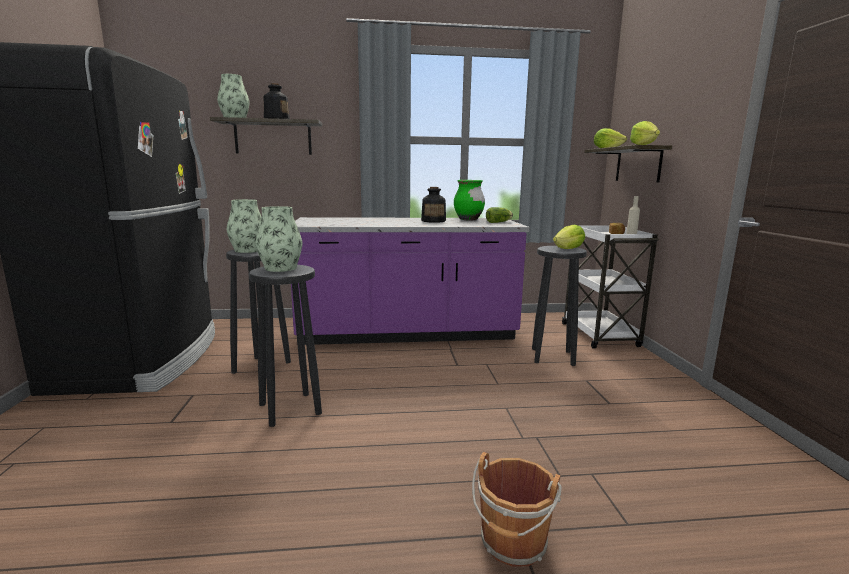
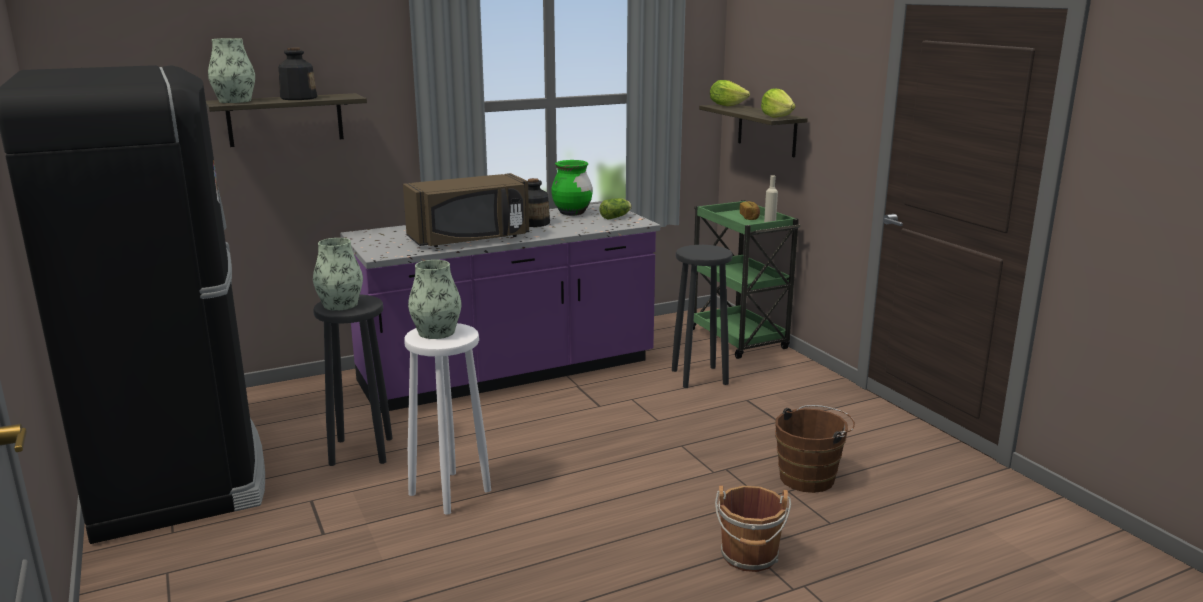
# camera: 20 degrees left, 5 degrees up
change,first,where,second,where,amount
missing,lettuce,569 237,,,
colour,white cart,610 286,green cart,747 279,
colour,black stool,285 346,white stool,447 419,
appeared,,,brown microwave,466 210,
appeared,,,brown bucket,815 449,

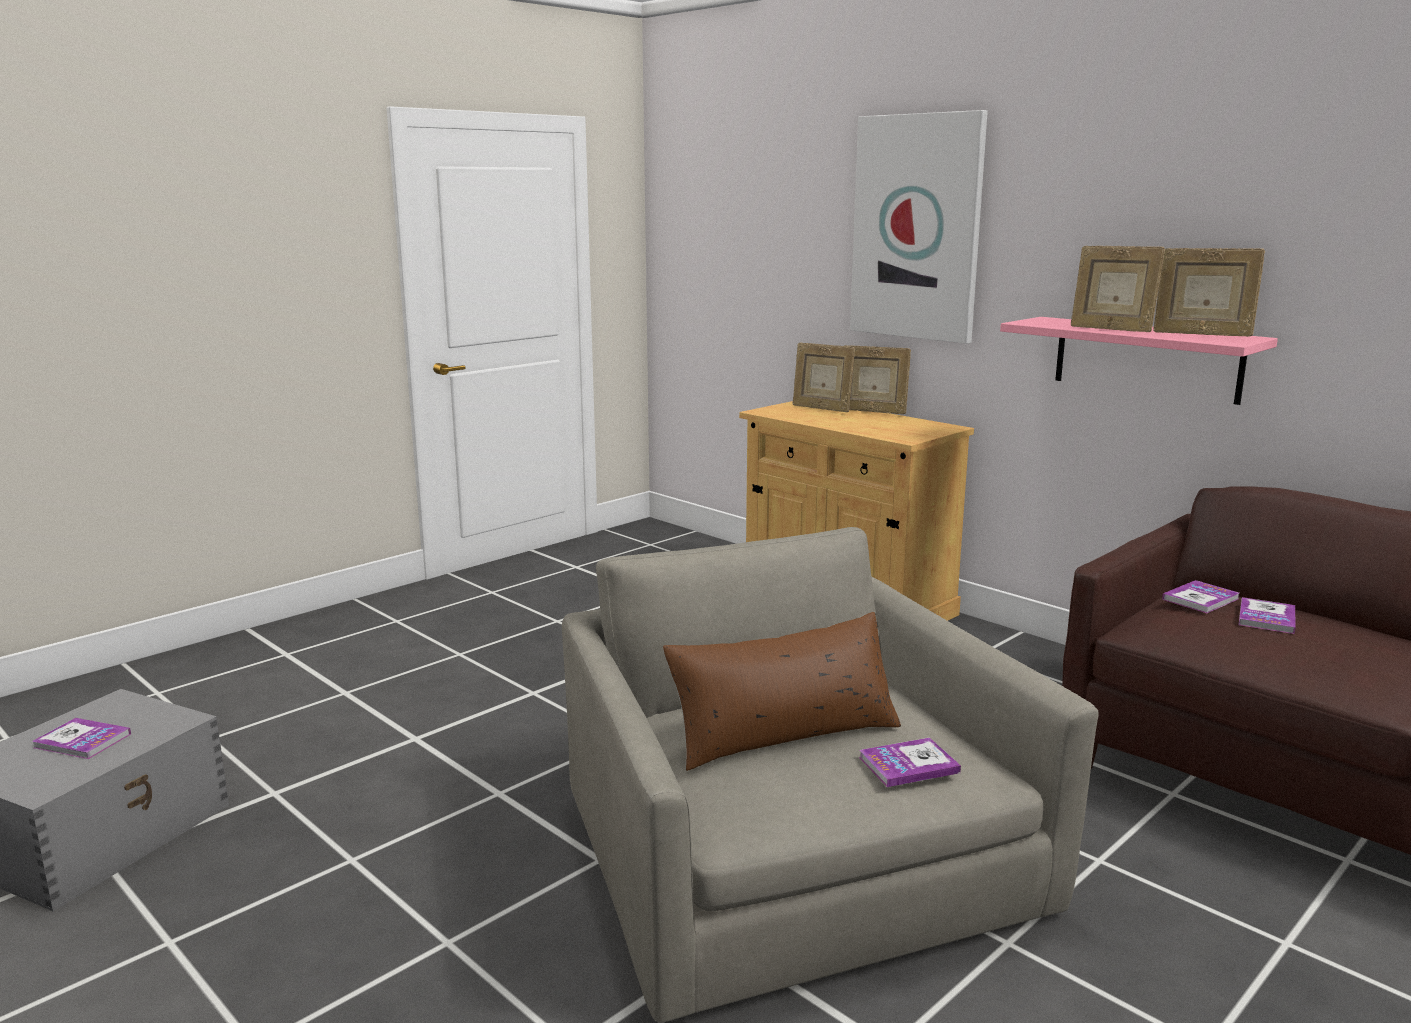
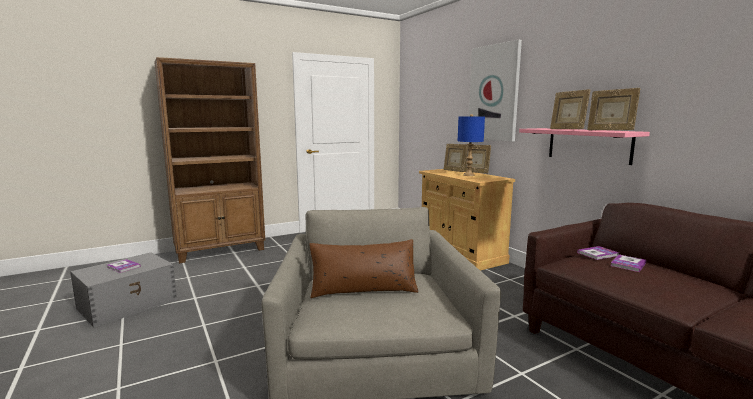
# camera: 15 degrees right, 5 degrees down
change,first,where,second,where,amount
missing,book,910 762,,,
appeared,,,brown bookcase,209 160,
appeared,,,blue table lamp,471 145,

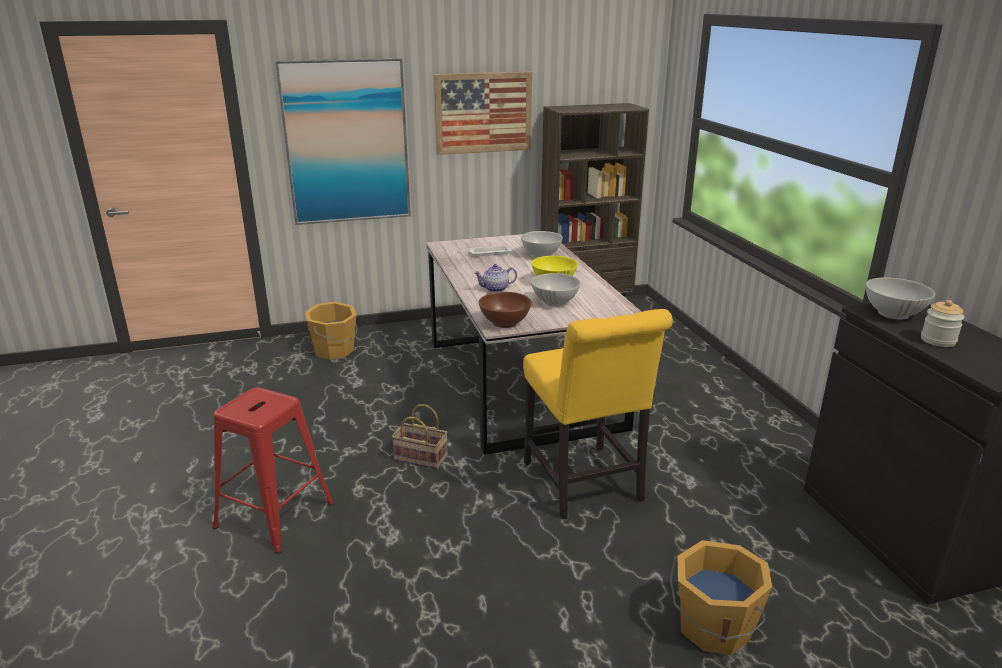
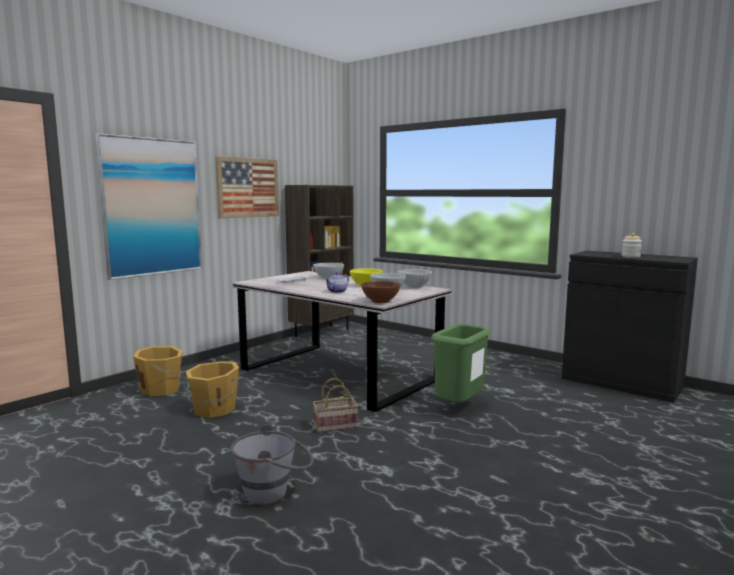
# camera: 35 degrees left, 15 degrees down
change,first,where,second,where,amount
relocated,white bowl,900 298,,415 278,
exchanged,yellow chair,598 414,green trash can,461 363,
exchanged,red stool,273 470,grey bucket,272 464,
relocated,orange bucket,721 597,,211 389,

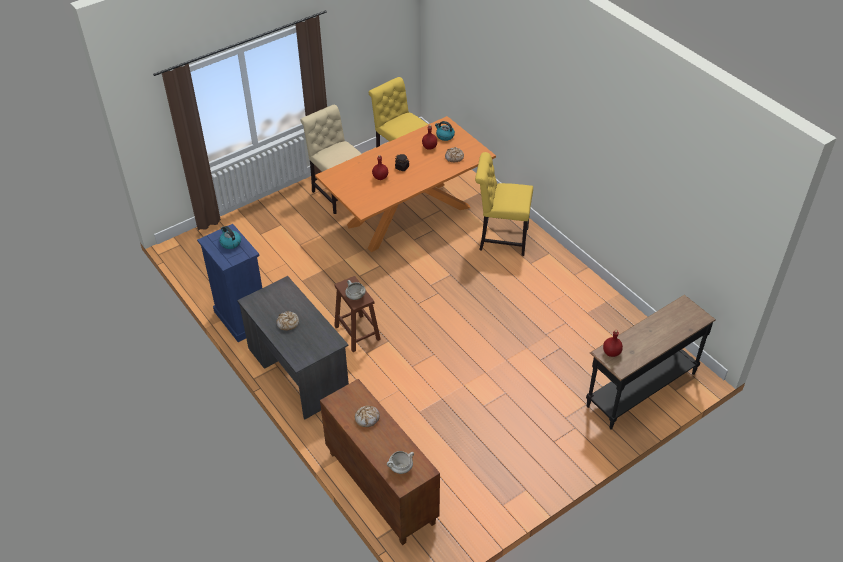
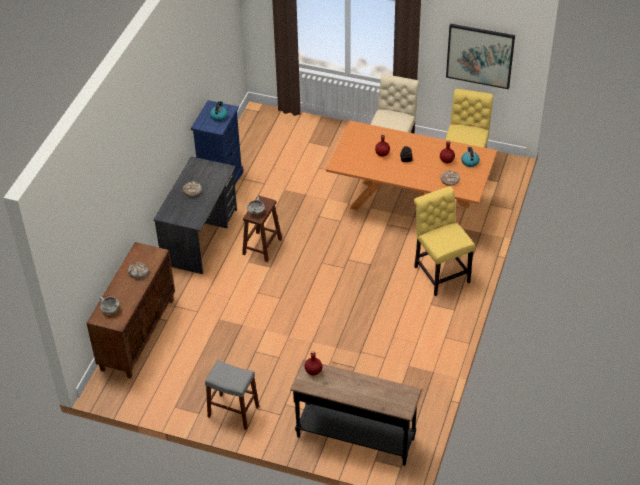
# camera: 55 degrees right, 0 degrees up
change,first,where,second,where,amount
appeared,,,picture,480 56,
appeared,,,grey stool,232 395,

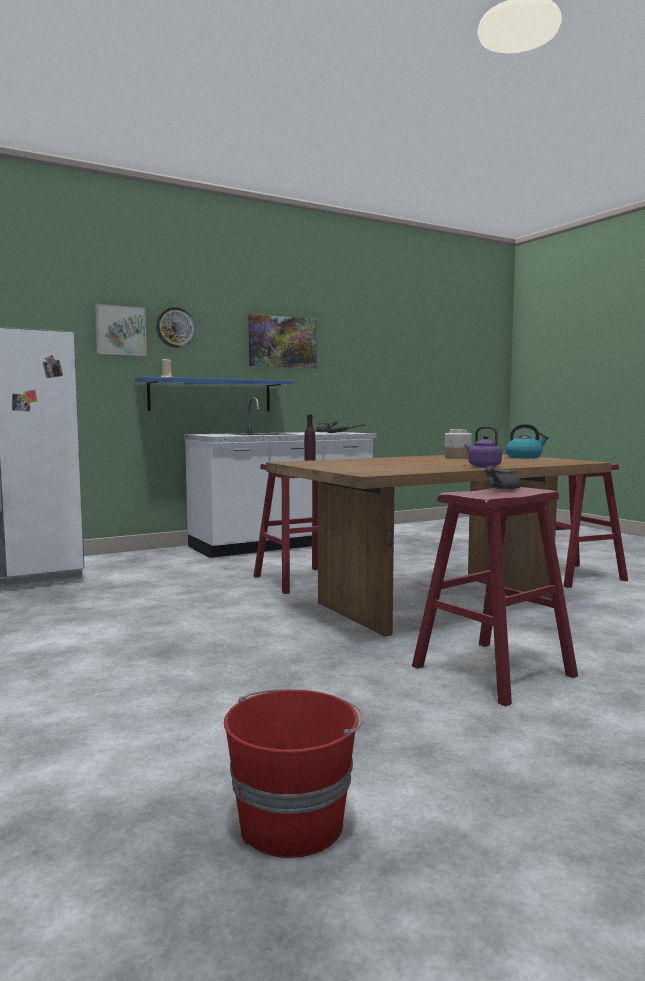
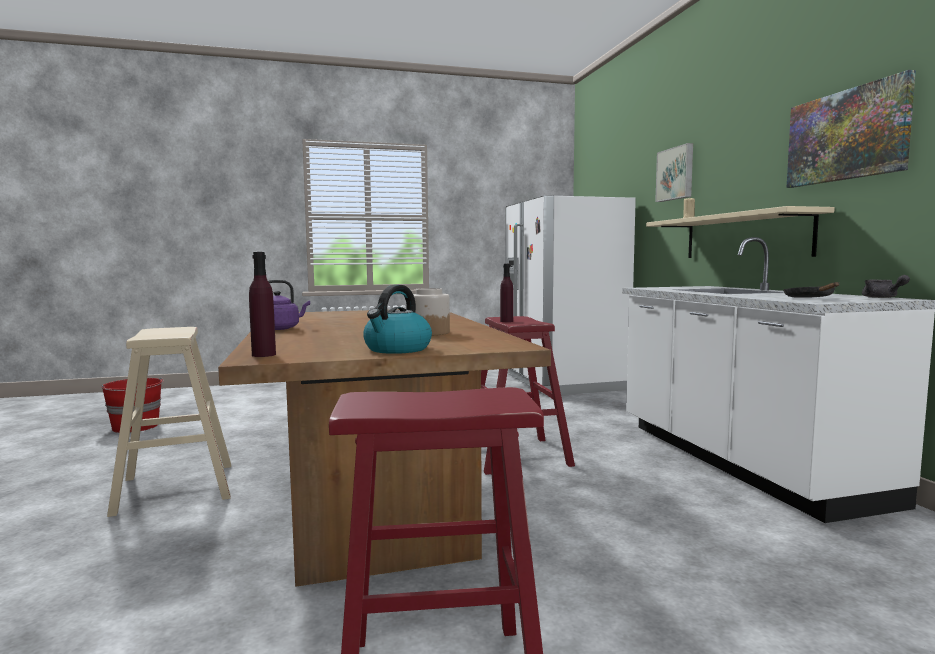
# camera: 105 degrees right, 0 degrees up
change,first,where,second,where,amount
missing,wall clock,176 327,,,
colour,blue shelf,214 394,beige shelf,740 232,
missing,grey teapot,502 478,,,
colour,red stool,495 597,beige stool,169 422,
appeared,,,purple bottle,262 304,

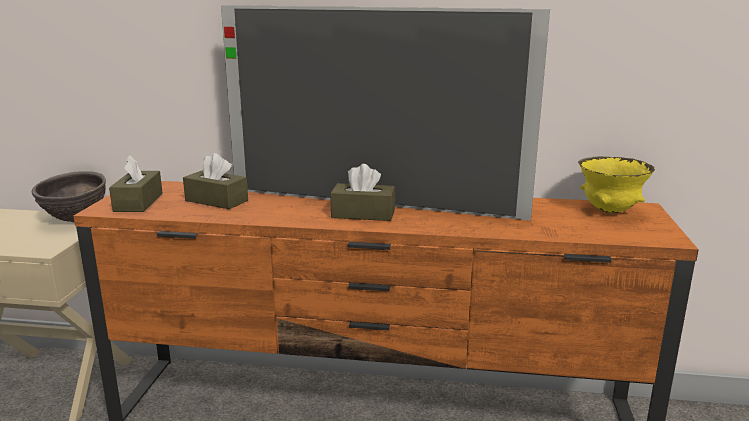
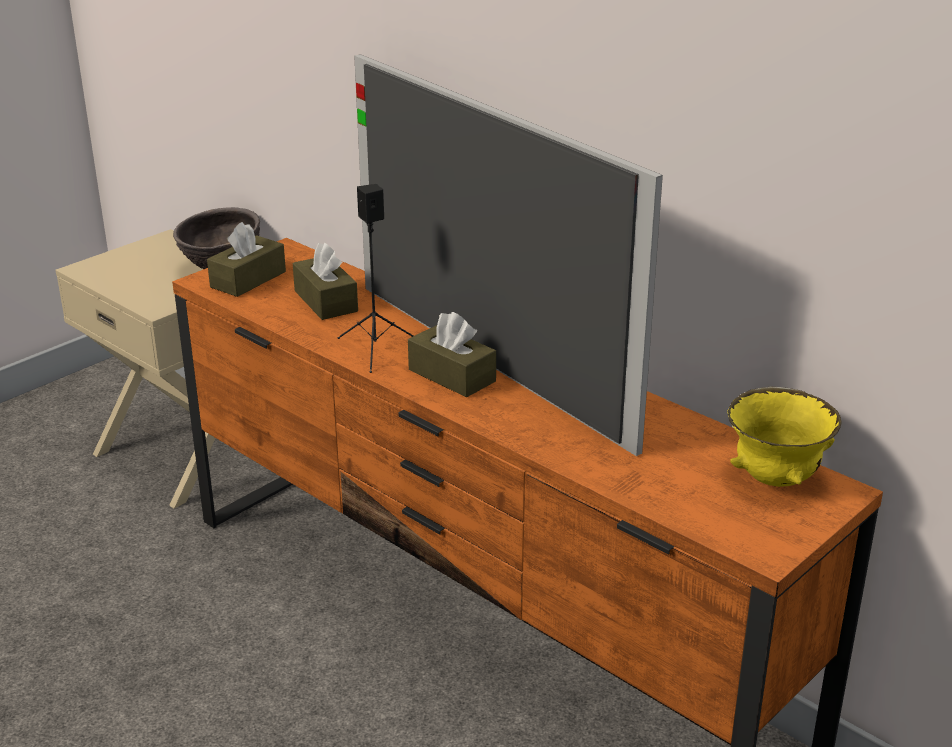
# camera: 35 degrees right, 10 degrees up
change,first,where,second,where,amount
appeared,,,black speaker,375 278,

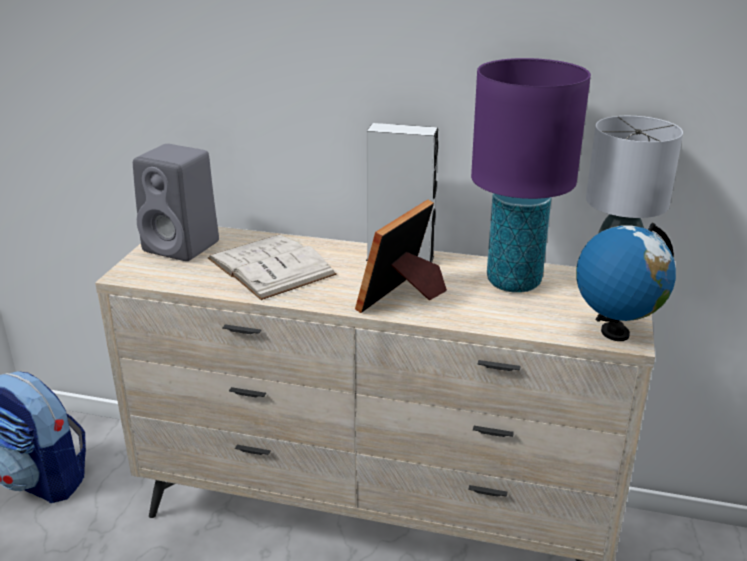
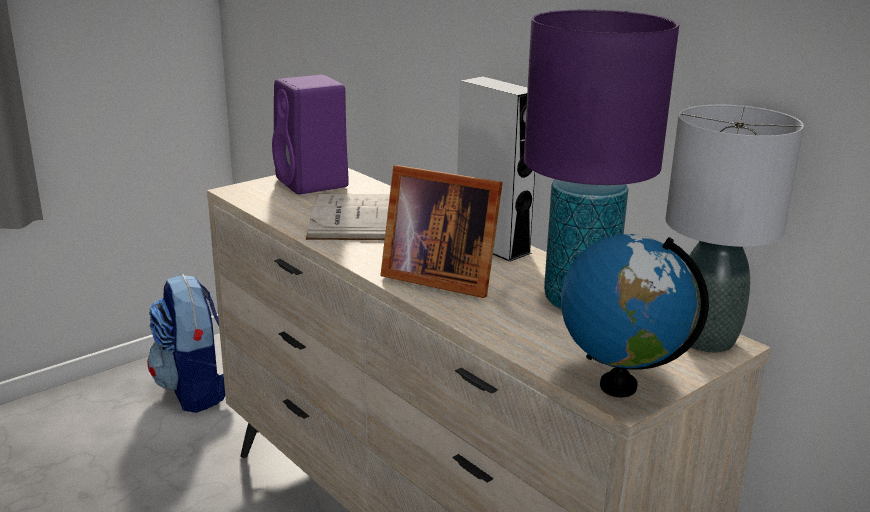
# camera: 35 degrees right, 5 degrees down
change,first,where,second,where,amount
colour,grey speaker,176 202,purple speaker,310 134,
spun,picture frame,401 256,,441 231,135 degrees counterclockwise

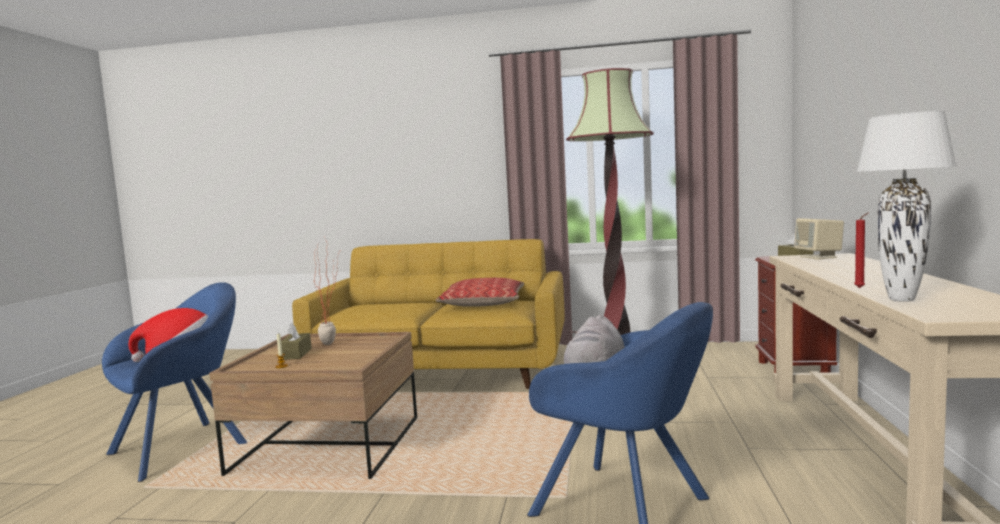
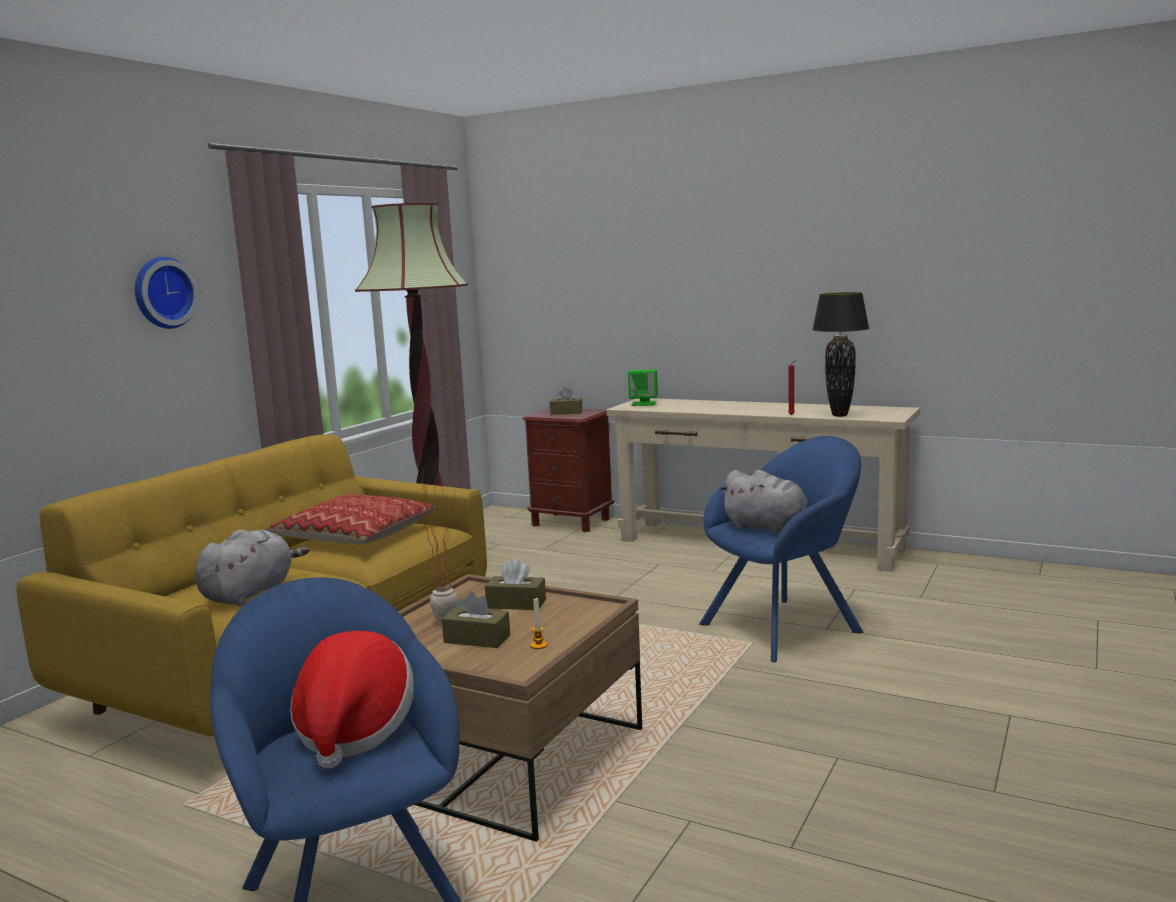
# camera: 70 degrees left, 5 degrees up
change,first,where,second,where,amount
colour,white table lamp,906 206,black table lamp,841 354,
colour,beige speaker,819 239,green speaker,643 387,
appeared,,,wall clock,167 293,
appeared,,,grey plush toy,252 567,
appeared,,,brown tissue box,515 584,

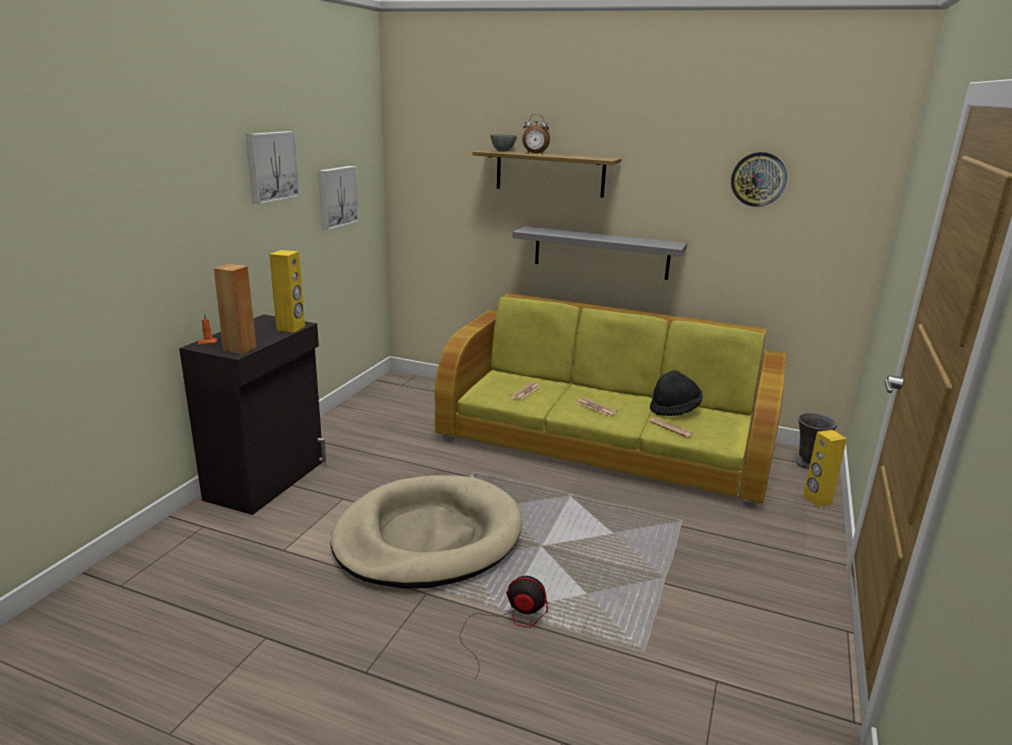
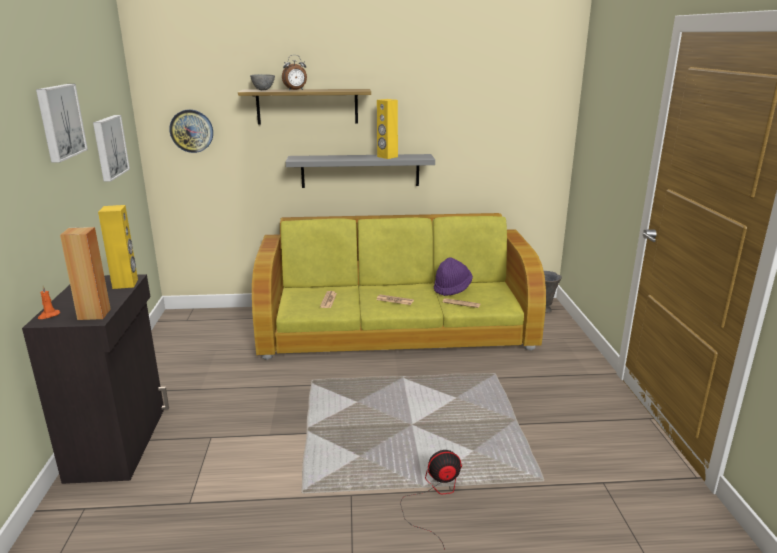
# camera: 25 degrees left, 0 degrees up
change,first,where,second,where,amount
relocated,wall clock,759 179,,191 131,
colour,black hat,676 393,purple hat,453 276,
relocated,yellow speaker,825 468,,387 129,
missing,beige dog bed,426 532,,,

